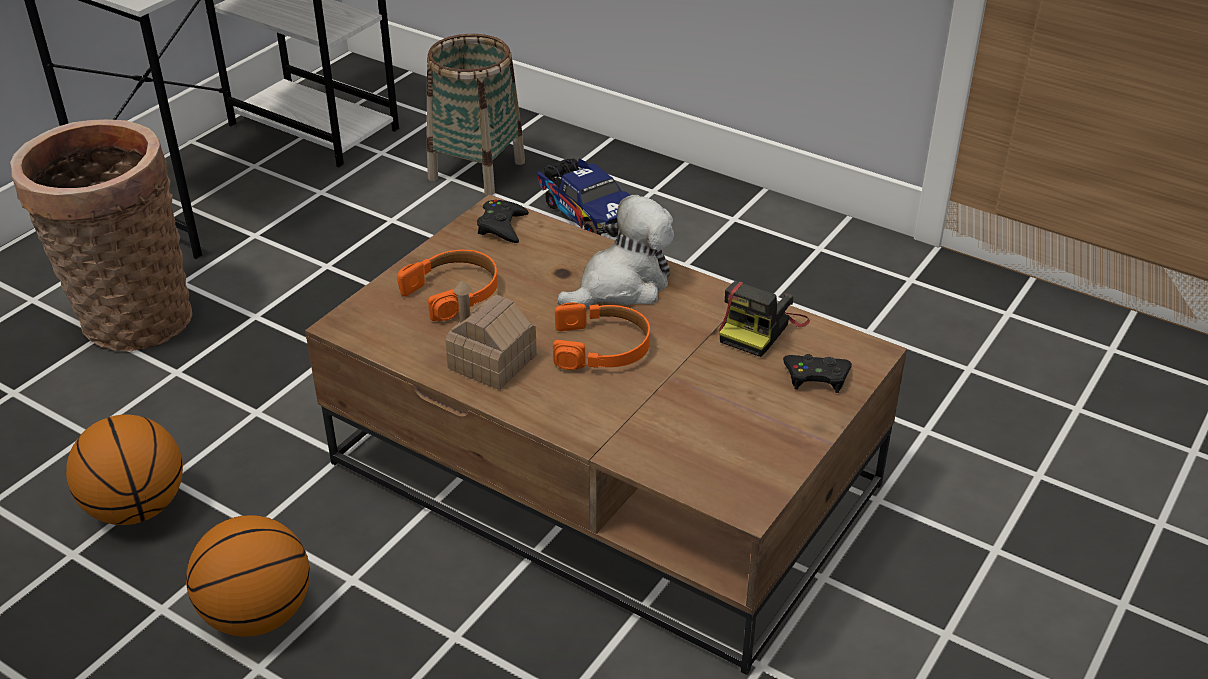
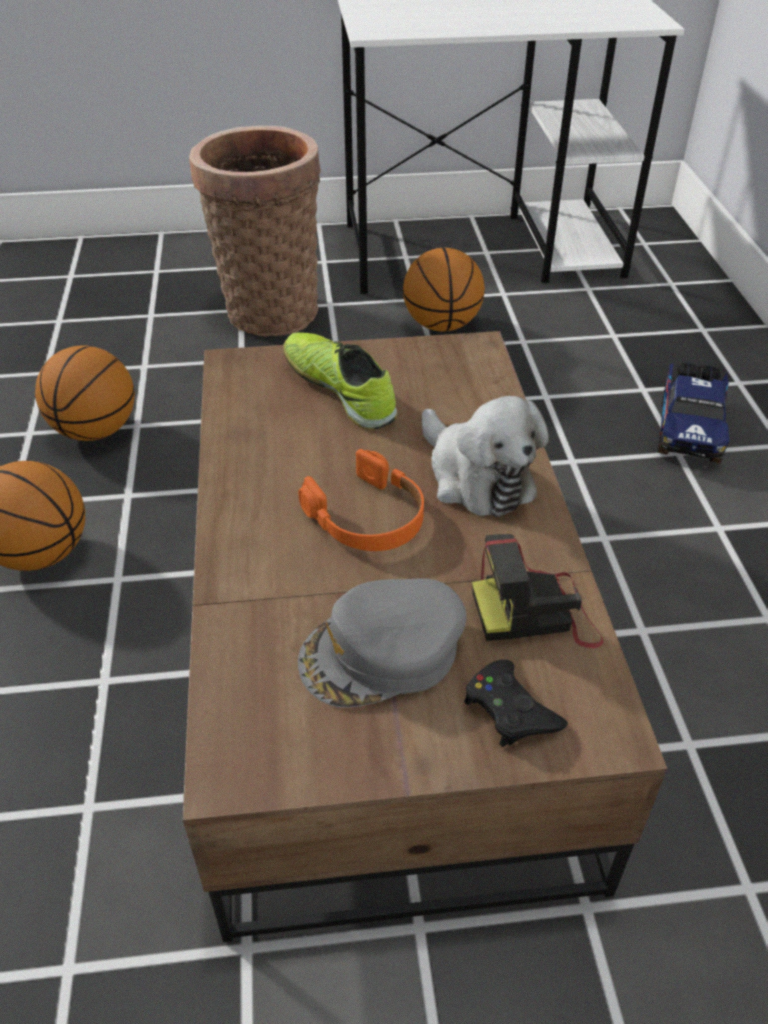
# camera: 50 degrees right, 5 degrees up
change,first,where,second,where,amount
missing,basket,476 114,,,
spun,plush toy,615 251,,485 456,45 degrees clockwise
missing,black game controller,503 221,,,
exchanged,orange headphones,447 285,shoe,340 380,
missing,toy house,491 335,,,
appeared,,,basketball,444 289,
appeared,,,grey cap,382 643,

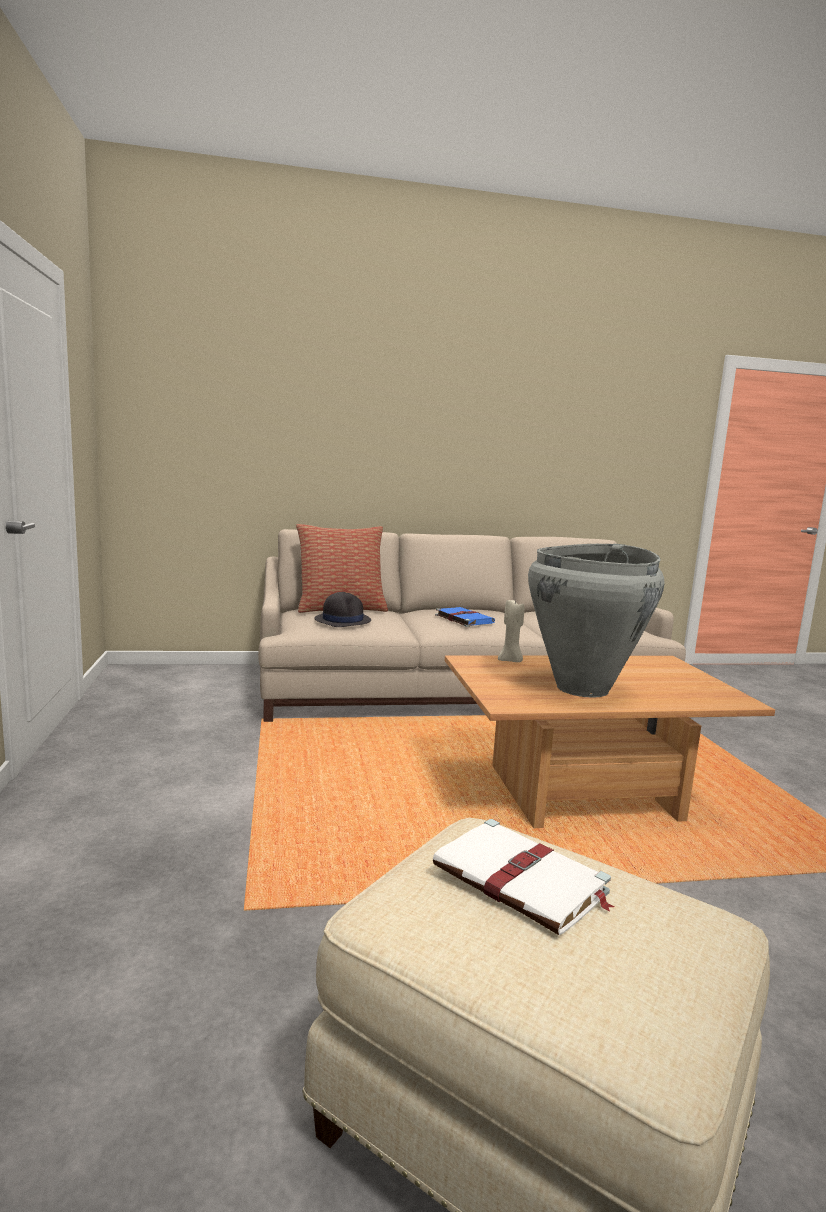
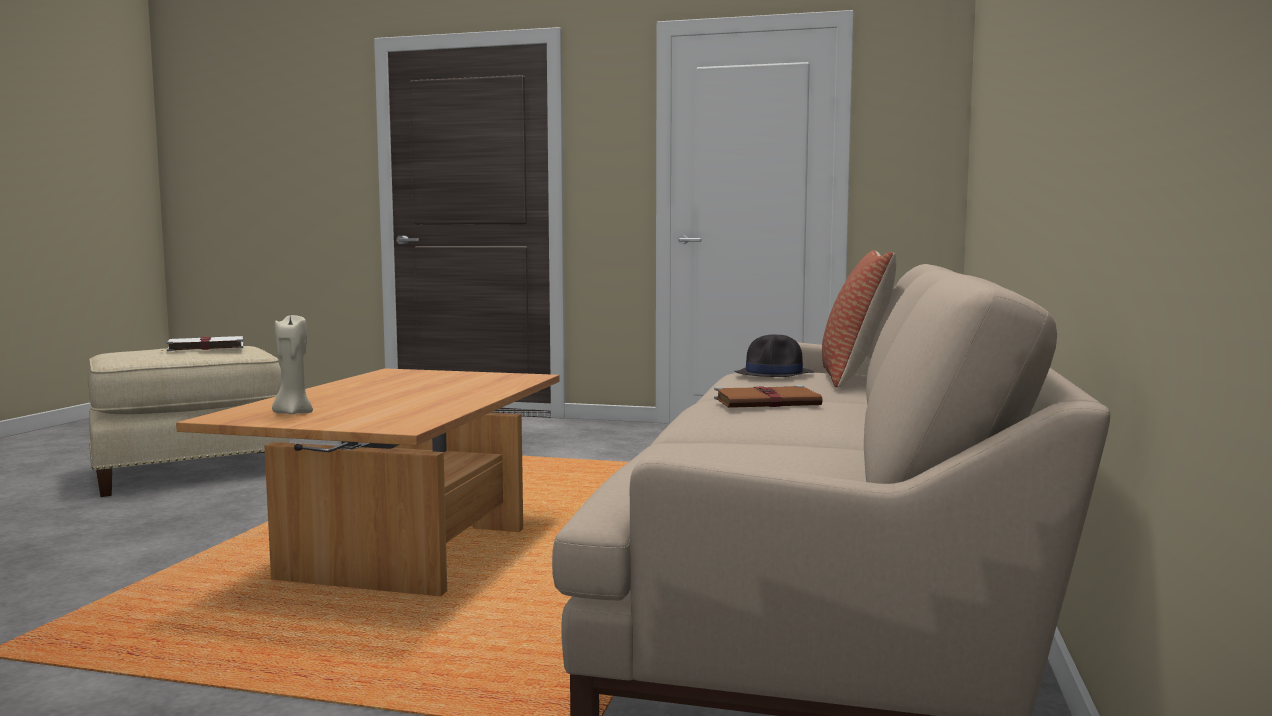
# camera: 115 degrees right, 5 degrees down
change,first,where,second,where,amount
missing,grey vase,596 620,,,
relocated,beige candle,511 631,,292 364,
colour,blue book,465 617,brown book,768 396,

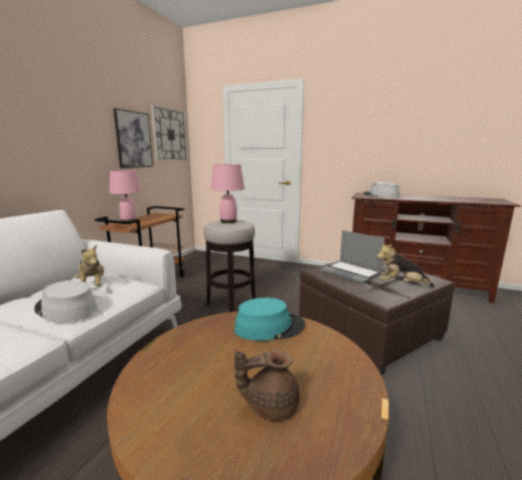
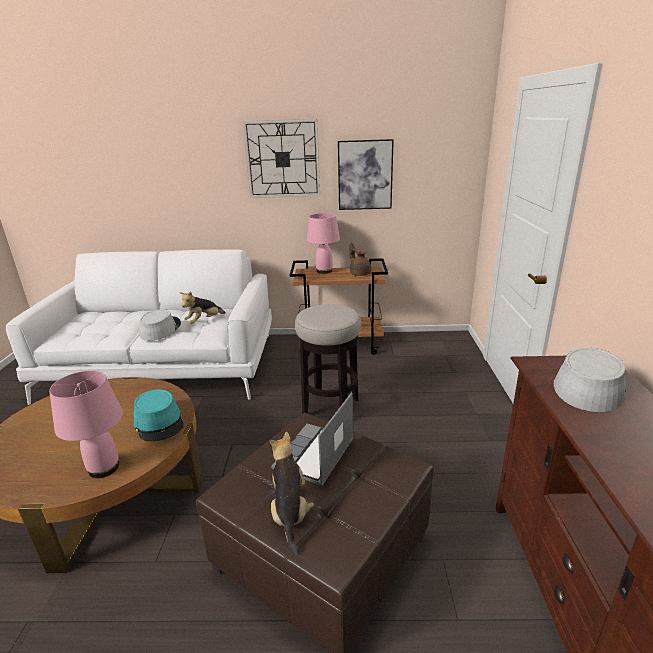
# camera: 70 degrees right, 10 degrees up
change,first,where,second,where,amount
relocated,wall clock,169 132,,281 158,
relocated,pink table lamp,228 193,,86 424,
relocated,brown teapot,267 385,,360 259,

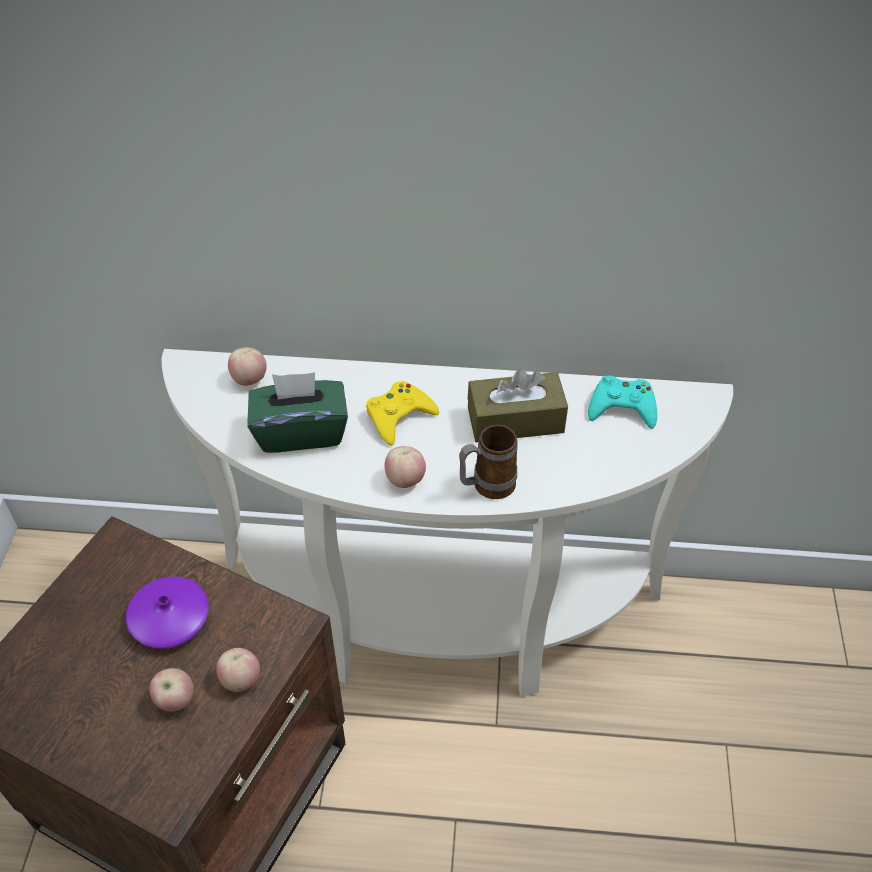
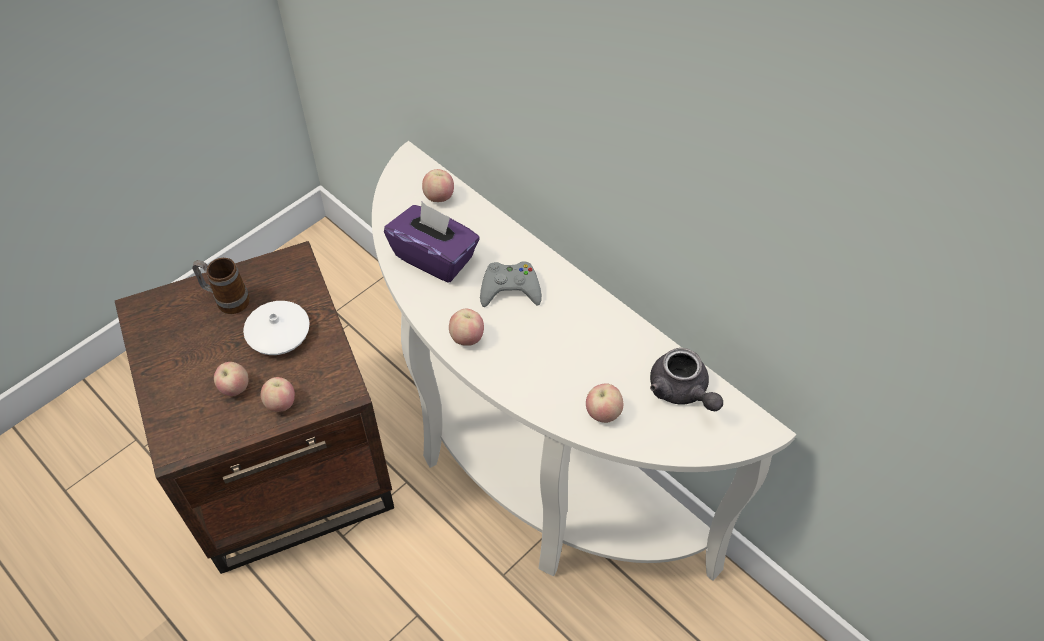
# camera: 40 degrees right, 5 degrees up
change,first,where,second,where,amount
missing,brown tissue box,518 405,,,
colour,green tissue box,297 412,purple tissue box,432 242,
exchanged,turquoise game controller,622 402,grey teapot,686 379,
colour,yellow game controller,402 413,grey game controller,511 284,
relocated,mug,488 462,,221 286,
colour,purple vase,167 613,white vase,276 328,
appeared,,,apple,604 403,

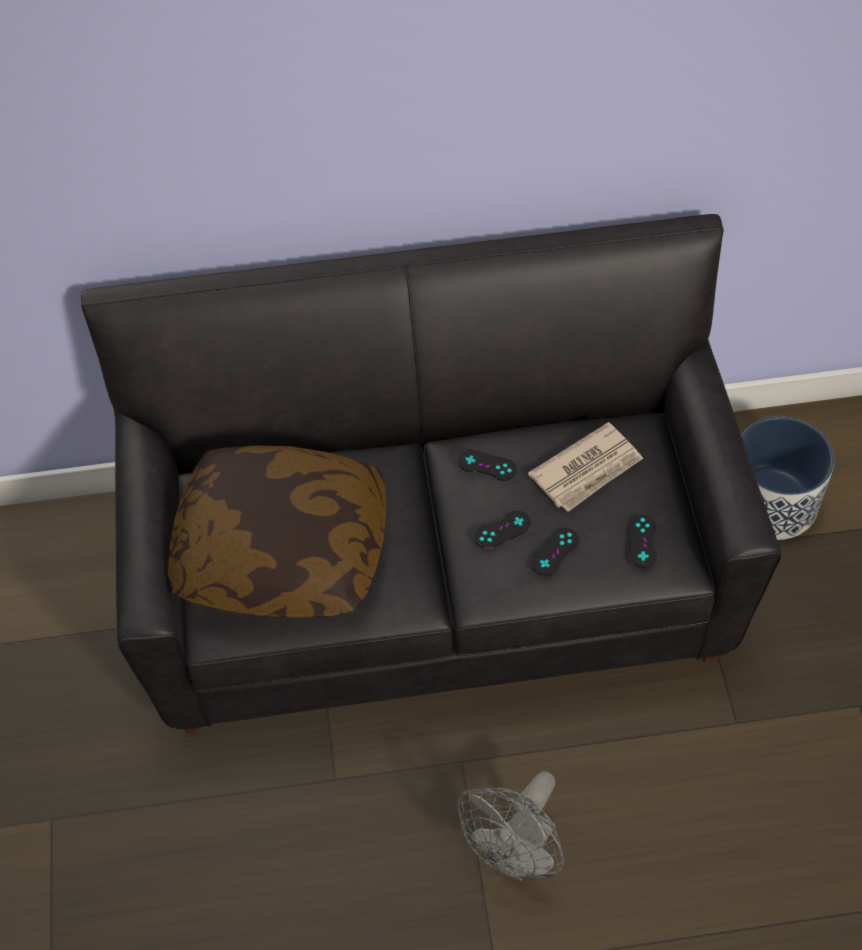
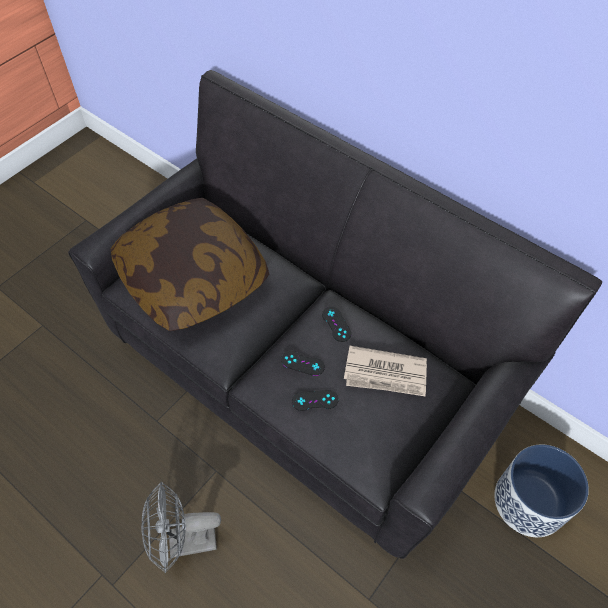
# camera: 45 degrees right, 0 degrees up
change,first,where,second,where,amount
missing,black game controller,643 541,,,

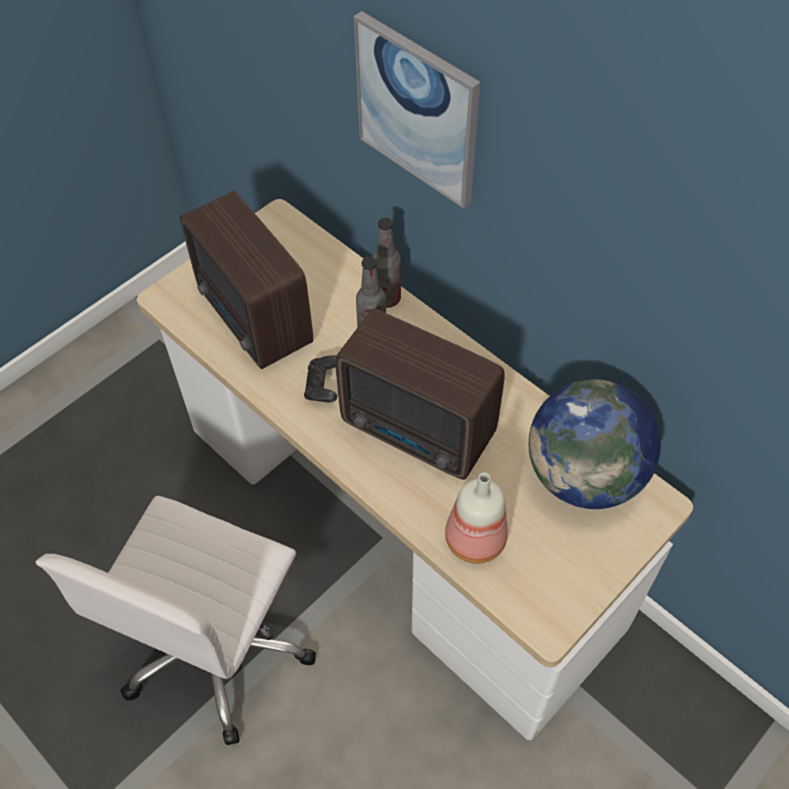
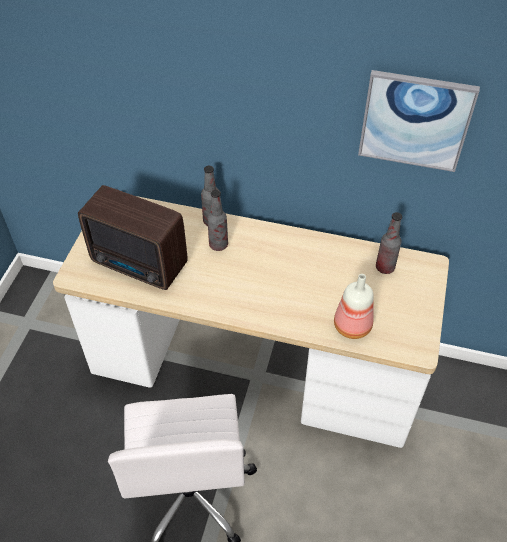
# camera: 30 degrees left, 5 degrees down
change,first,where,second,where,amount
relocated,picture,417 110,,419 121,
missing,radio,420 394,,,
missing,black game controller,320 378,,,
exchanged,globe,595 444,bottle,389 243,

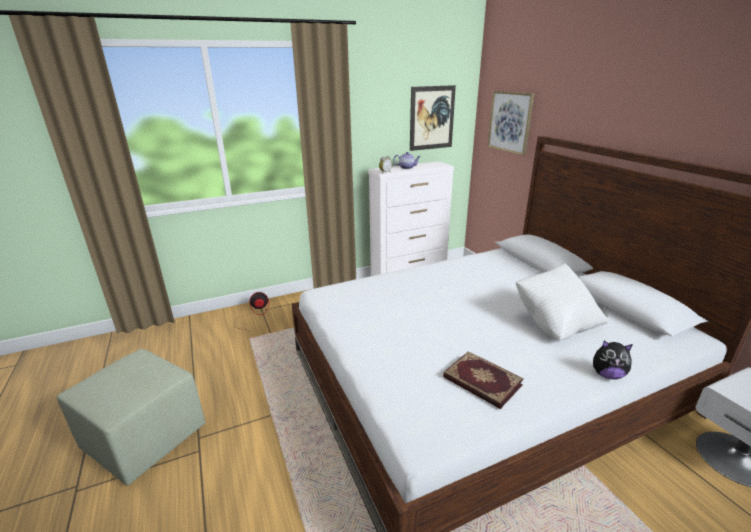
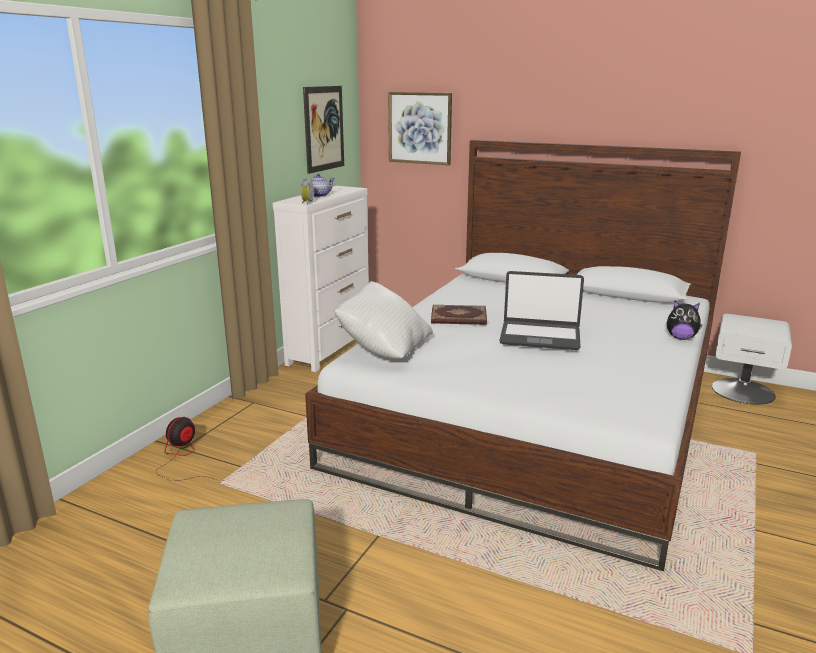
# camera: 40 degrees left, 5 degrees down
change,first,where,second,where,amount
relocated,white pillow,562 301,,383 320,
spun,plush toy,613 359,,685 320,45 degrees clockwise
relocated,book,483 380,,459 315,
appeared,,,laptop,541 310,

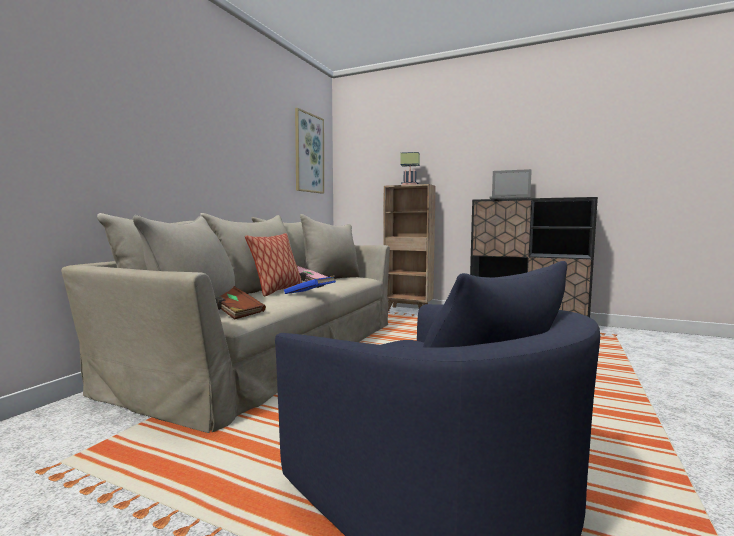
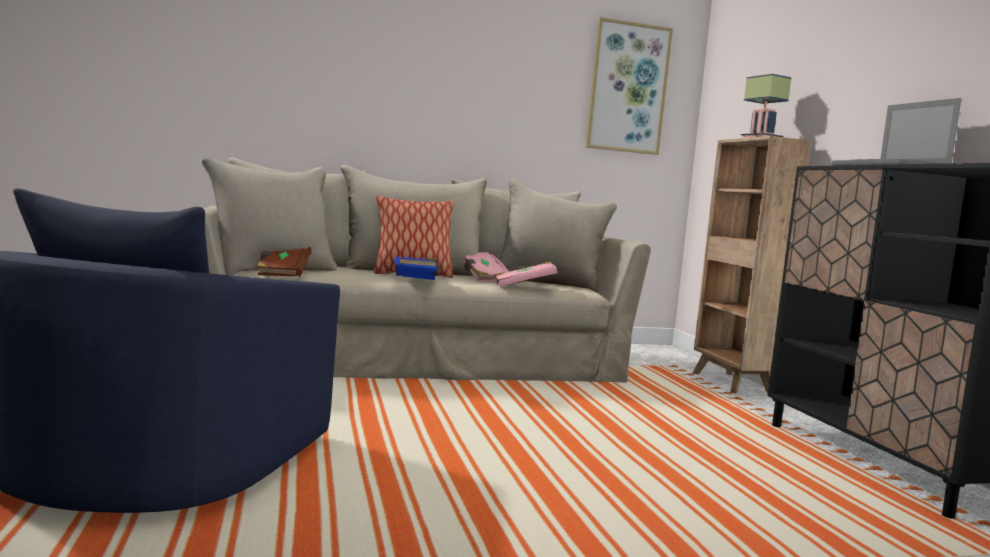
# camera: 50 degrees right, 0 degrees up
change,first,where,second,where,amount
appeared,,,pink book,525 274,

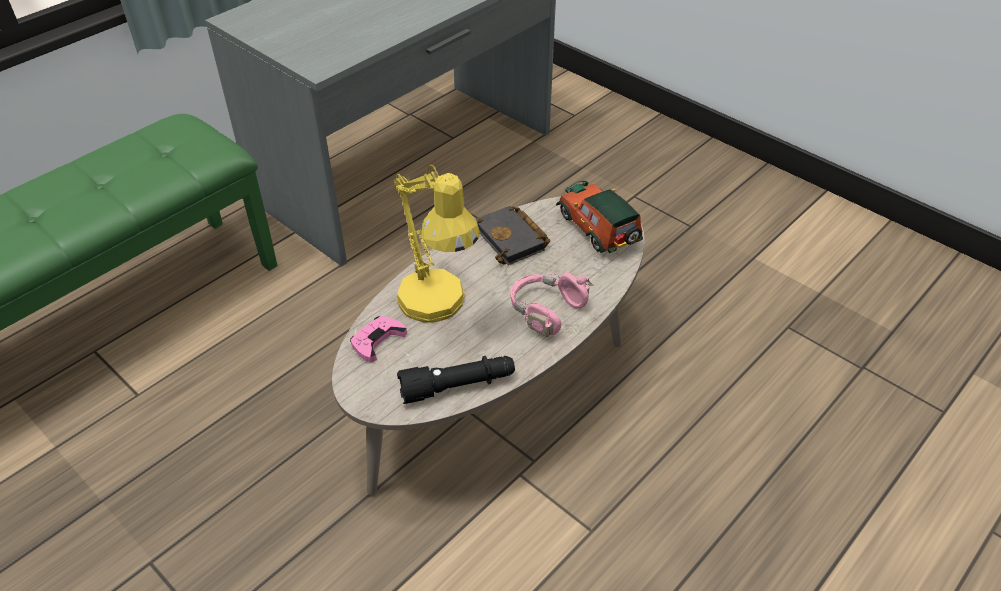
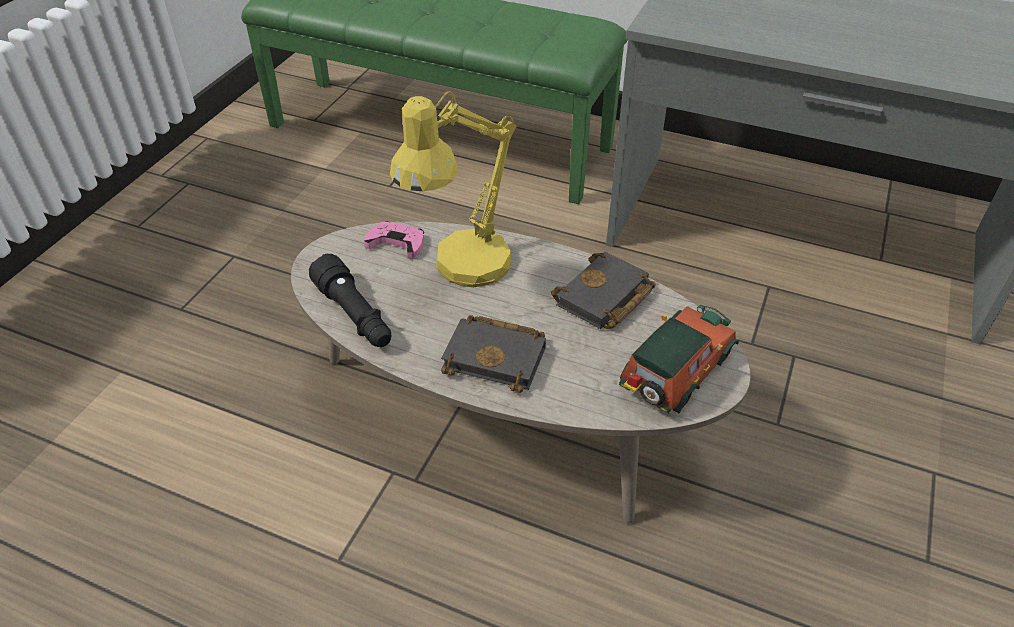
# camera: 70 degrees right, 0 degrees up
change,first,where,second,where,amount
exchanged,pink headphones,551 304,black book,493 354,

